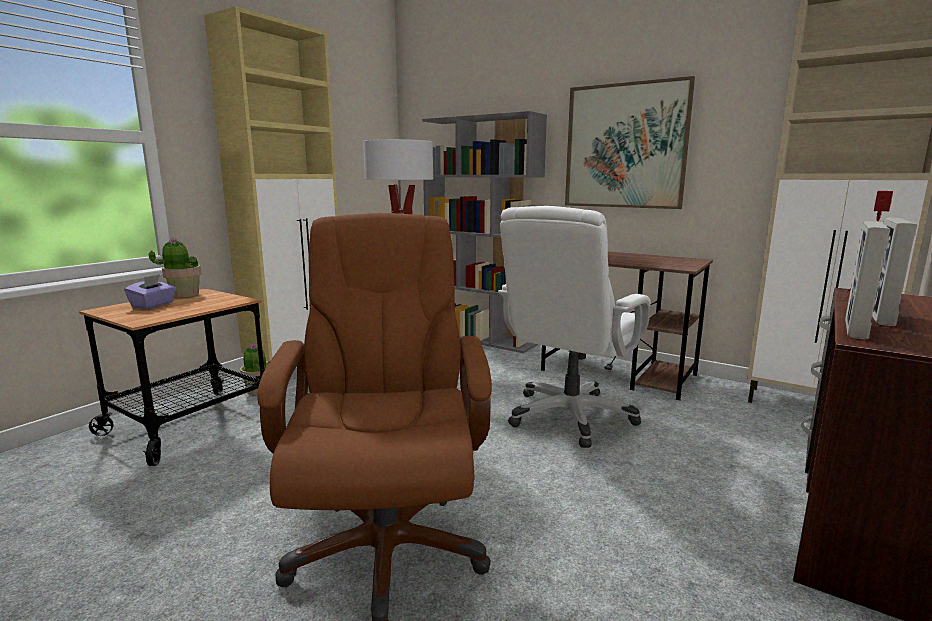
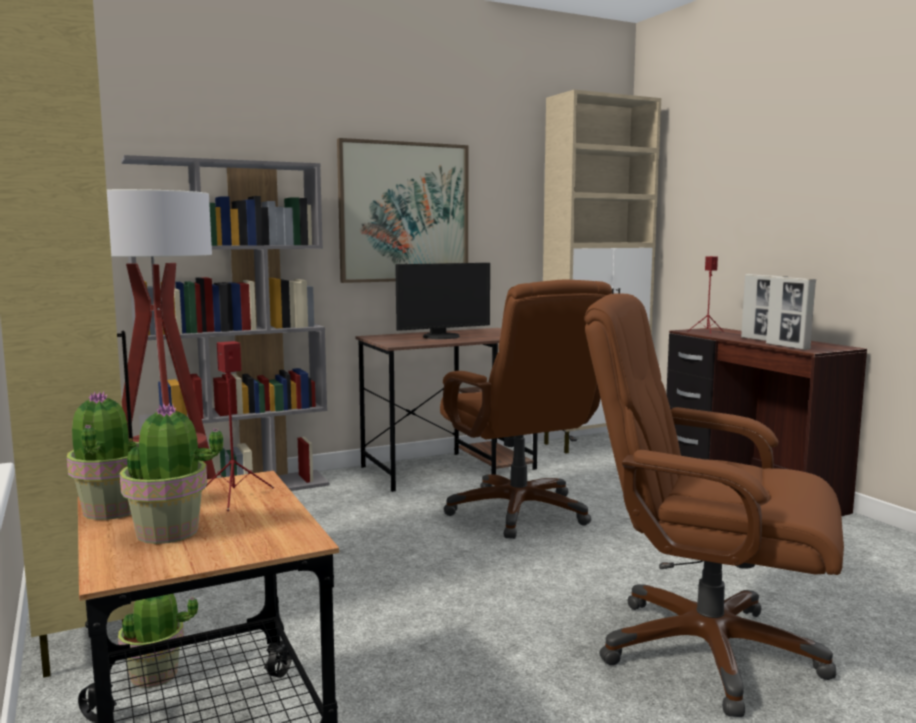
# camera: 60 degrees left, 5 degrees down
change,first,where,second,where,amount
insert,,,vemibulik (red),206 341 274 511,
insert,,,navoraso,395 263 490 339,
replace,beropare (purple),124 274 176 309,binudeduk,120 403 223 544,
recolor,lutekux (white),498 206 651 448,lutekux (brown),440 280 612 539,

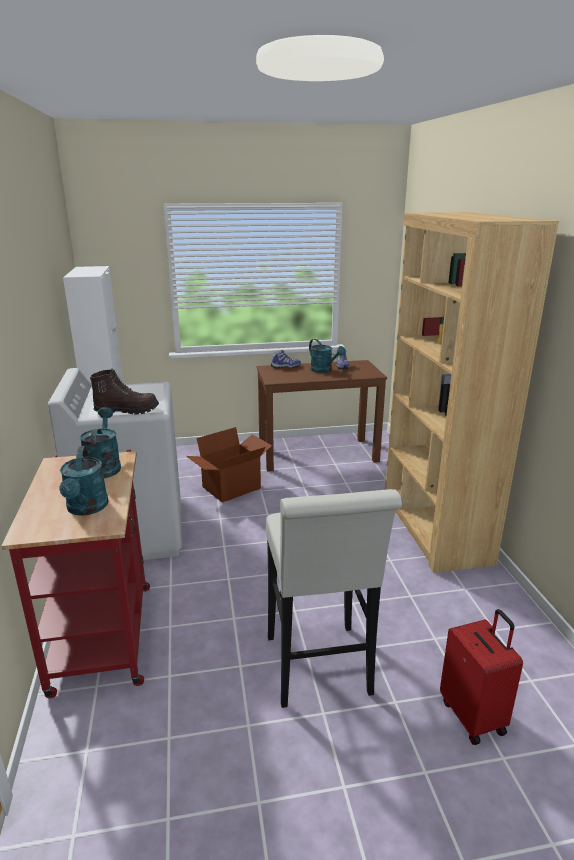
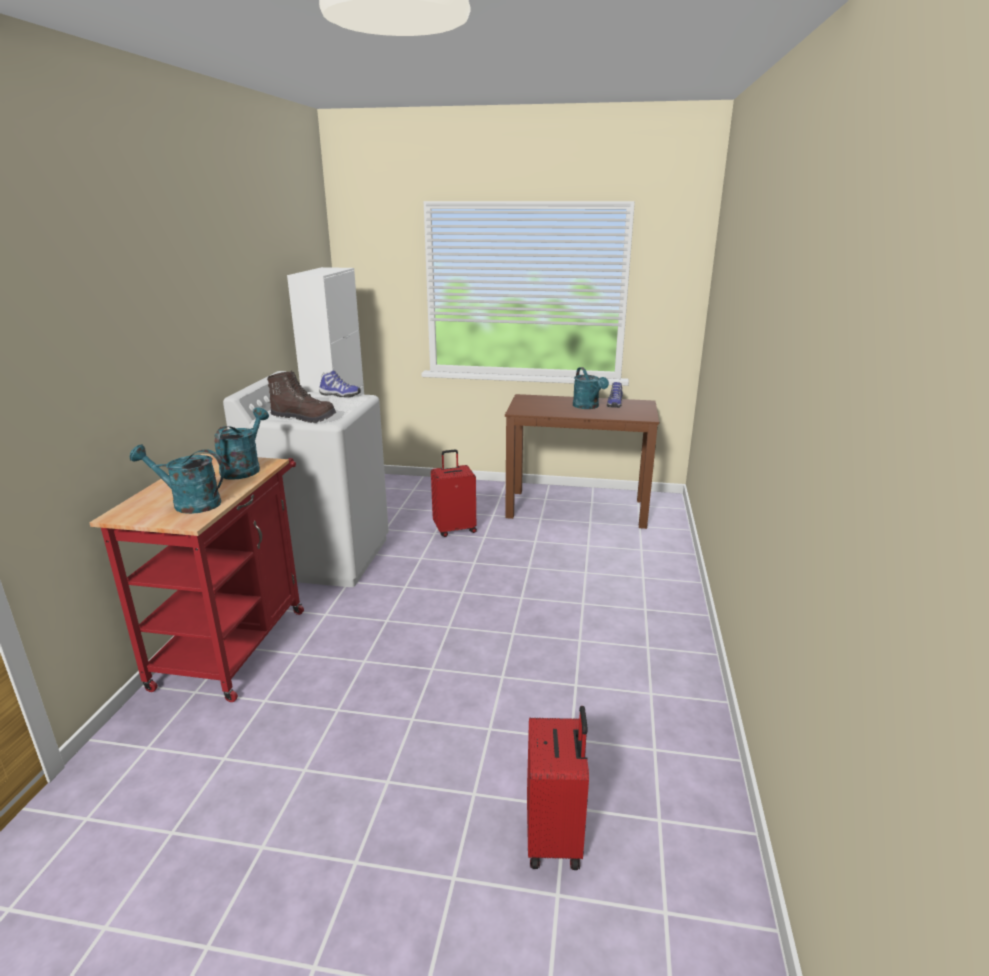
# camera: 20 degrees right, 0 degrees up
change,first,where,second,where,amount
delete,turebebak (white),266 489 402 708,,,
delete,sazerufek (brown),385 212 559 573,,,
move,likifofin,271 350 301 368,,319 370 361 397,
replace,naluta,186 427 272 503,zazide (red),431 450 477 537,
rotate,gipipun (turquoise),59 446 109 516,,130 444 224 514,90 degrees clockwise

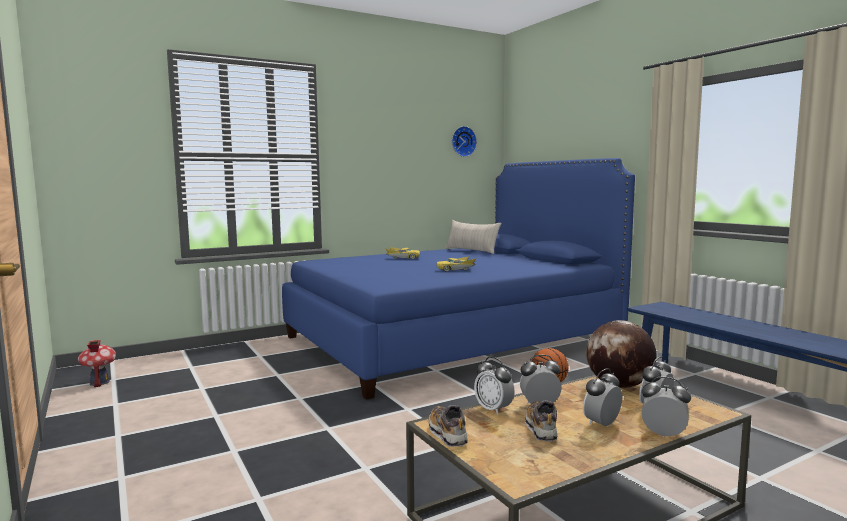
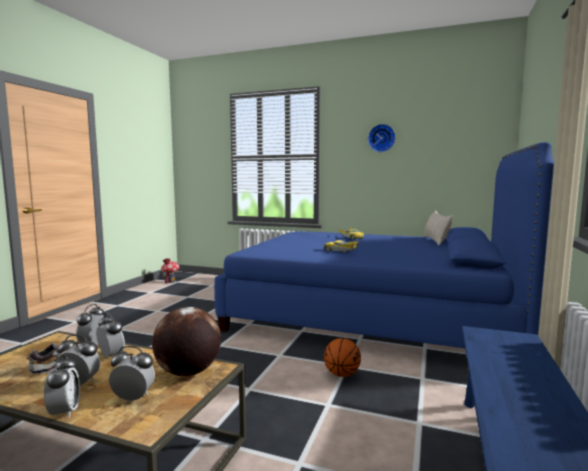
# camera: 50 degrees right, 0 degrees up
change,first,where,second,where,amount
delete,likifofin,429 405 468 447,,,
move,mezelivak,452 126 477 157,,368 124 396 152,

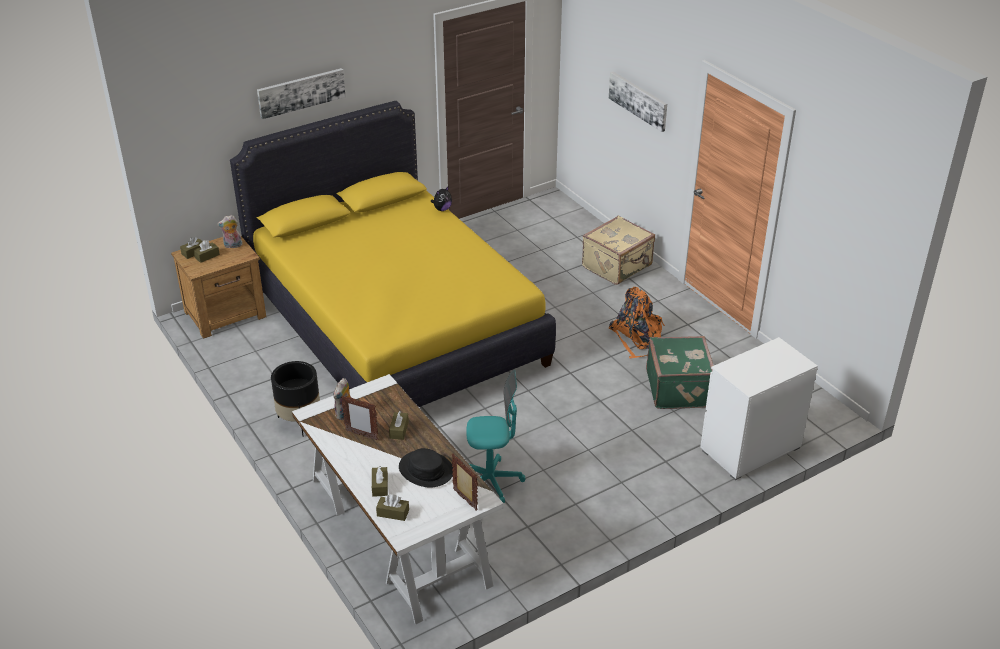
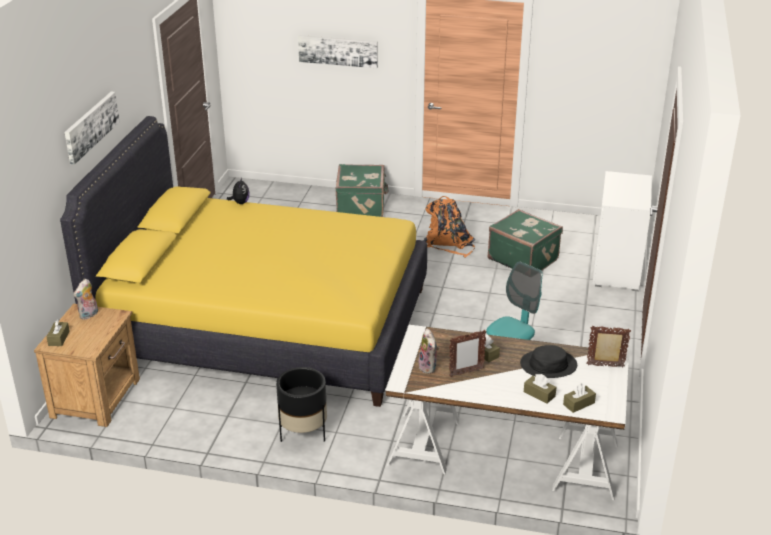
# camera: 45 degrees left, 5 degrees down
change,first,where,second,where,amount
delete,beropare (brown),193 240 220 263,,,
recolor,zazide (beige),582 215 655 285,zazide (green),336 164 388 217,

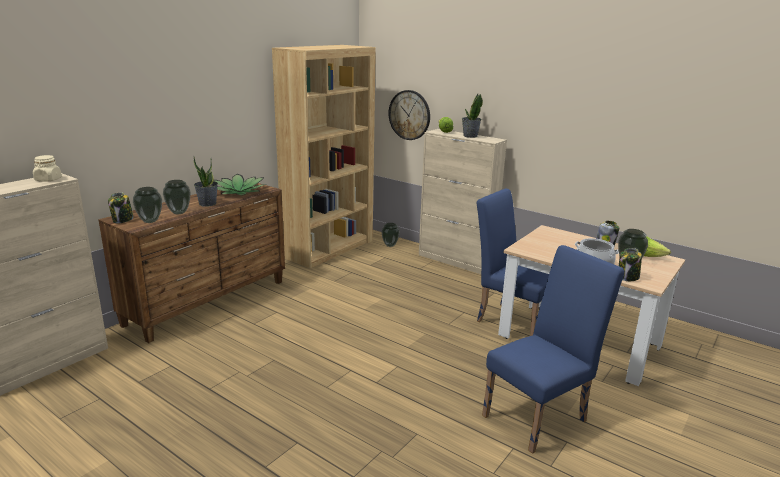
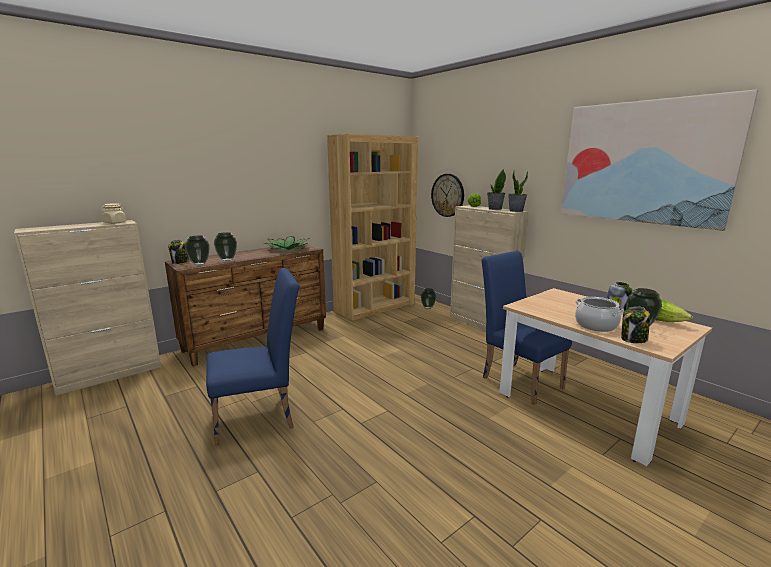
# camera: 15 degrees right, 5 degrees down
change,first,where,second,where,amount
insert,,,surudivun,561 89 758 231,
move,binudeduk,193 156 218 207,,508 170 528 212,
move,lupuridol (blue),482 245 625 454,,206 268 299 445,

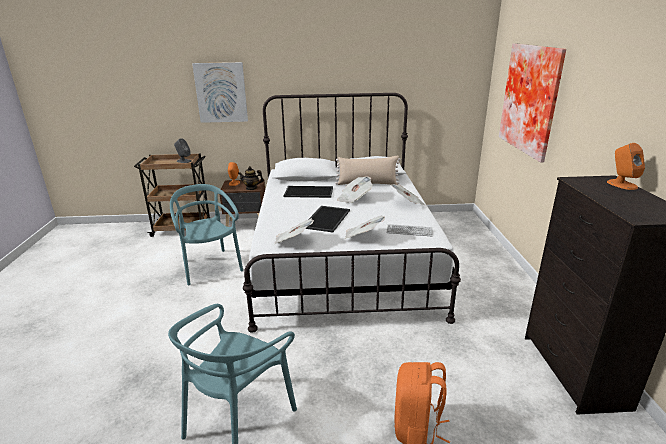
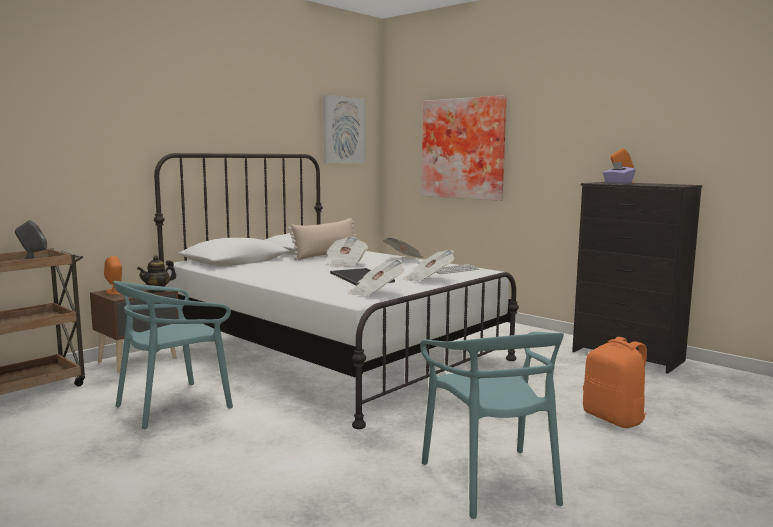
# camera: 45 degrees left, 15 degrees down
change,first,where,second,where,amount
delete,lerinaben,284 186 333 198,,,
insert,,,beropare (purple),603 162 636 184,
move,surudivun,192 62 248 123,,323 95 365 163,
rotate,lupuridol (turquoise),170 184 243 285,,113 281 233 429,60 degrees counterclockwise

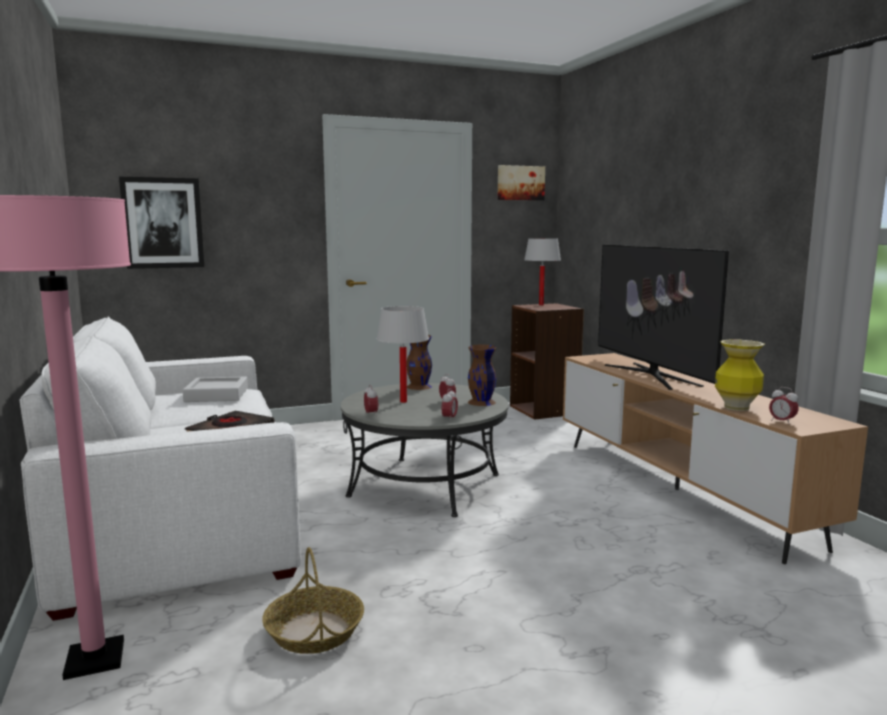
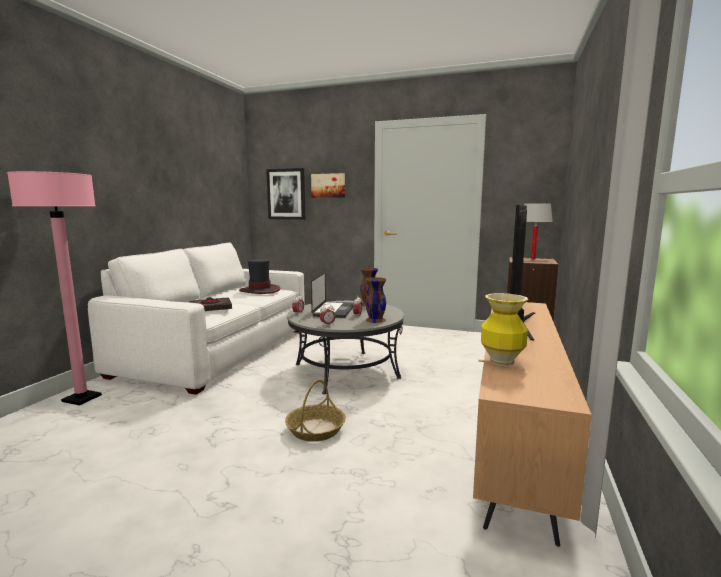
# camera: 40 degrees right, 0 degrees up
change,first,where,second,where,amount
delete,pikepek,769 387 799 425,,,
move,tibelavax,262 547 364 654,,285 379 346 442,
move,surudivun,498 165 545 201,,311 173 345 198,
replace,lerinaben (grey),182 377 248 402,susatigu,239 259 280 294,
replace,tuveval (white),377 306 429 403,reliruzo,311 272 354 318,

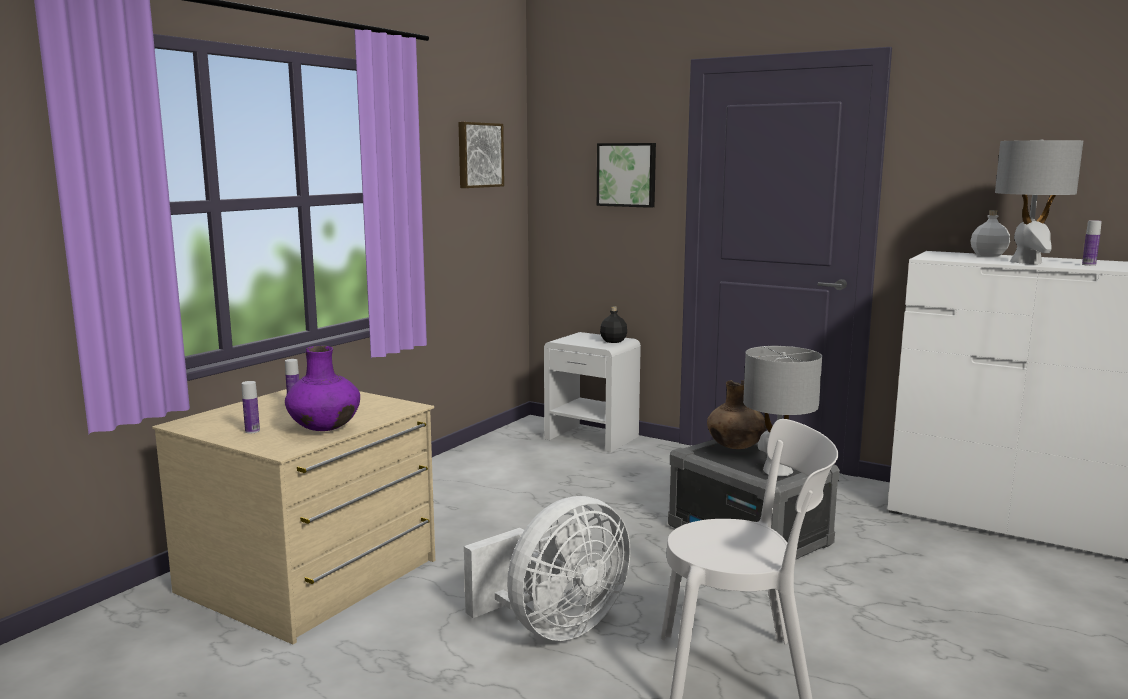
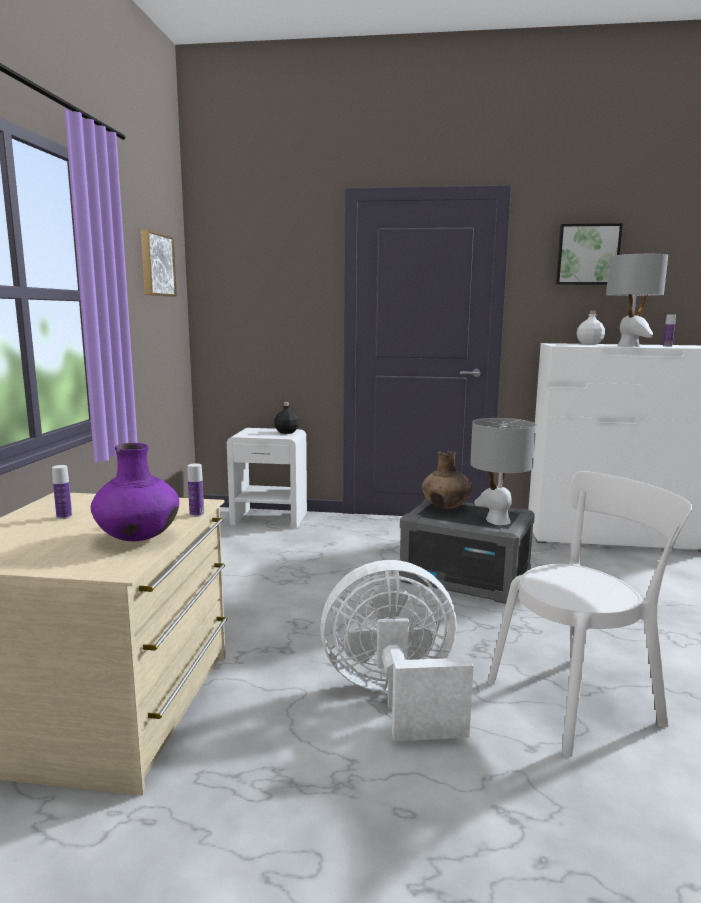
# camera: 25 degrees left, 0 degrees up
change,first,where,second,where,amount
move,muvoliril,241 381 260 433,,187 463 204 517,
move,surudivun,597 143 656 208,,556 223 623 285,
rotate,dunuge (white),464 496 630 641,,320 560 473 741,120 degrees counterclockwise

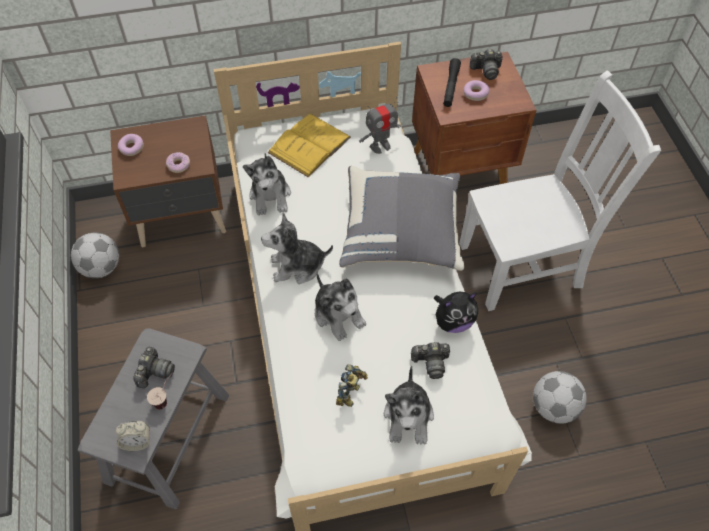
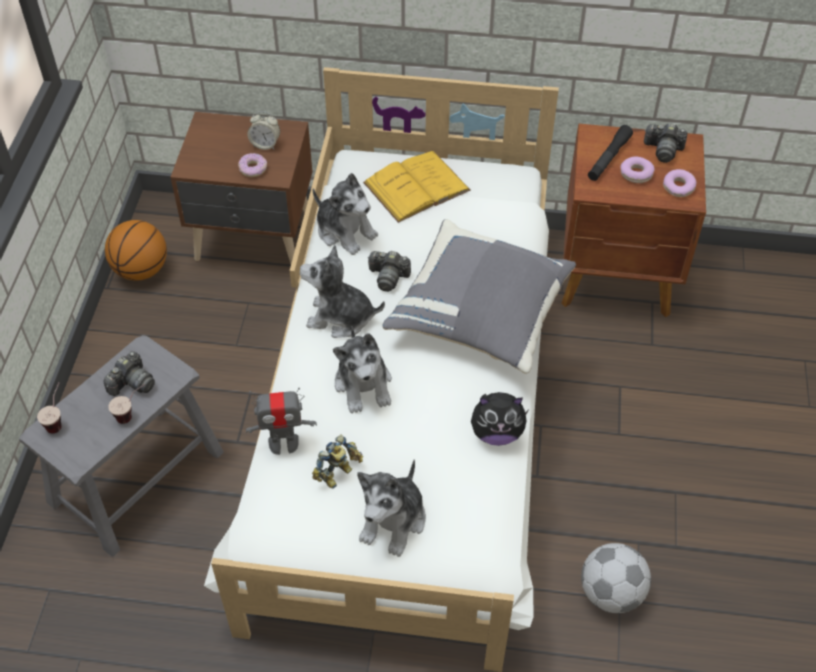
# camera: 20 degrees right, 5 degrees down
change,first,where,second,where,amount
delete,lupuridol (white),459 70 661 311,,,
insert,,,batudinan,37 382 62 434,
move,pikepek,116 421 150 451,,247 111 280 150,
move,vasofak,118 134 144 156,,663 169 697 197,
move,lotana,359 97 401 154,,246 388 317 455,
move,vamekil,411 342 450 379,,367 251 411 292,
replace,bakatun,71 233 119 278,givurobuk,105 220 167 281,
rotate,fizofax,243 153 291 215,,313 173 378 255,60 degrees counterclockwise

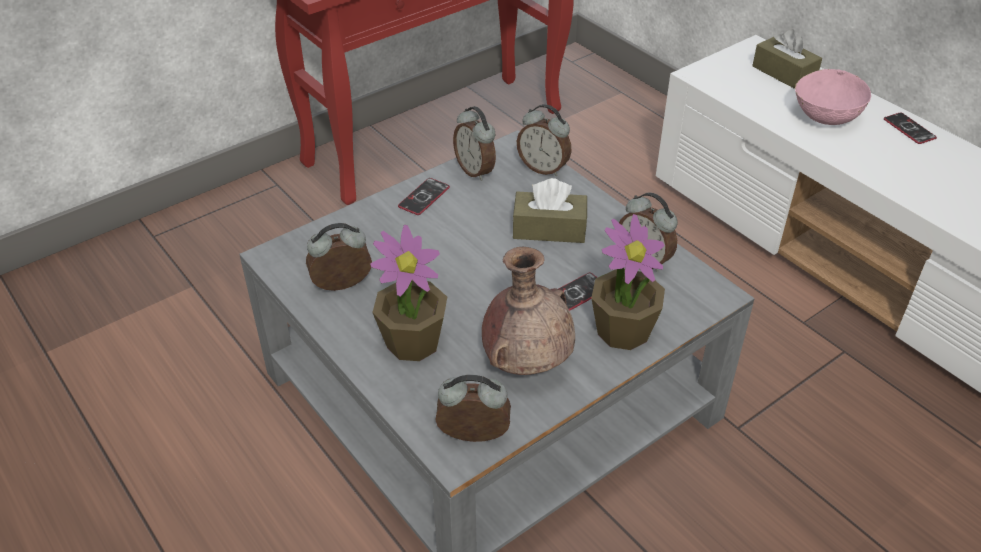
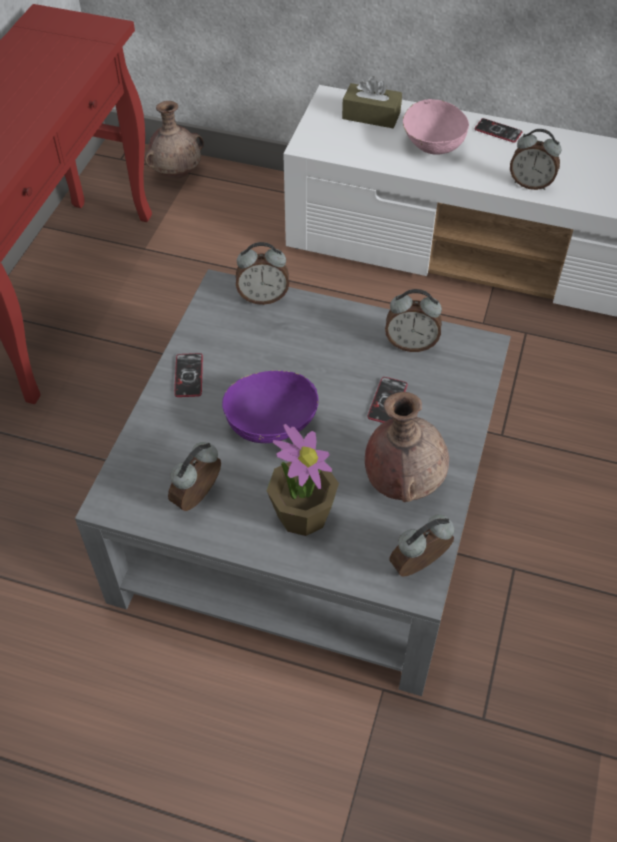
# camera: 35 degrees left, 10 degrees up
change,first,where,second,where,amount
delete,beropare (brown),513 178 587 243,,,
delete,binudeduk,591 214 665 350,,,
insert,,,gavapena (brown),144 101 204 178,
insert,,,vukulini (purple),222 370 319 443,
move,pikepek,453 106 496 181,,510 129 561 190,

